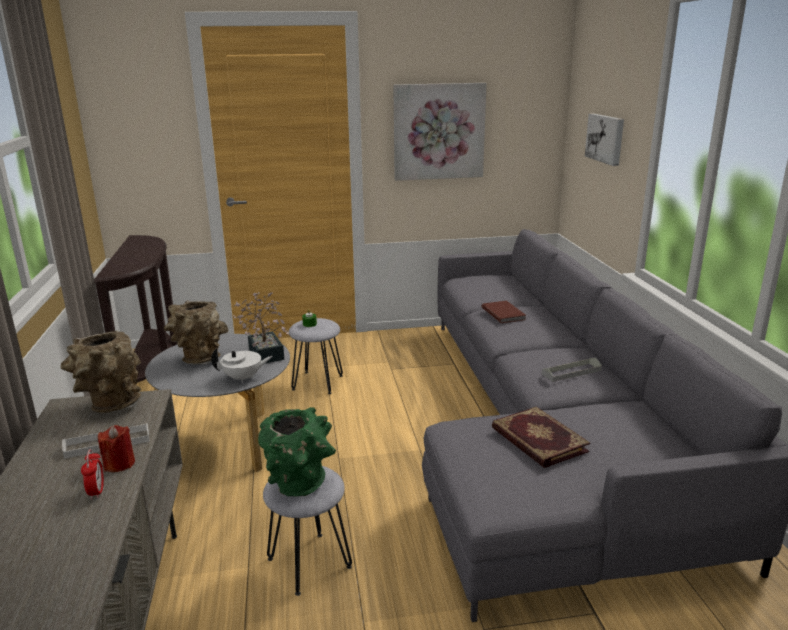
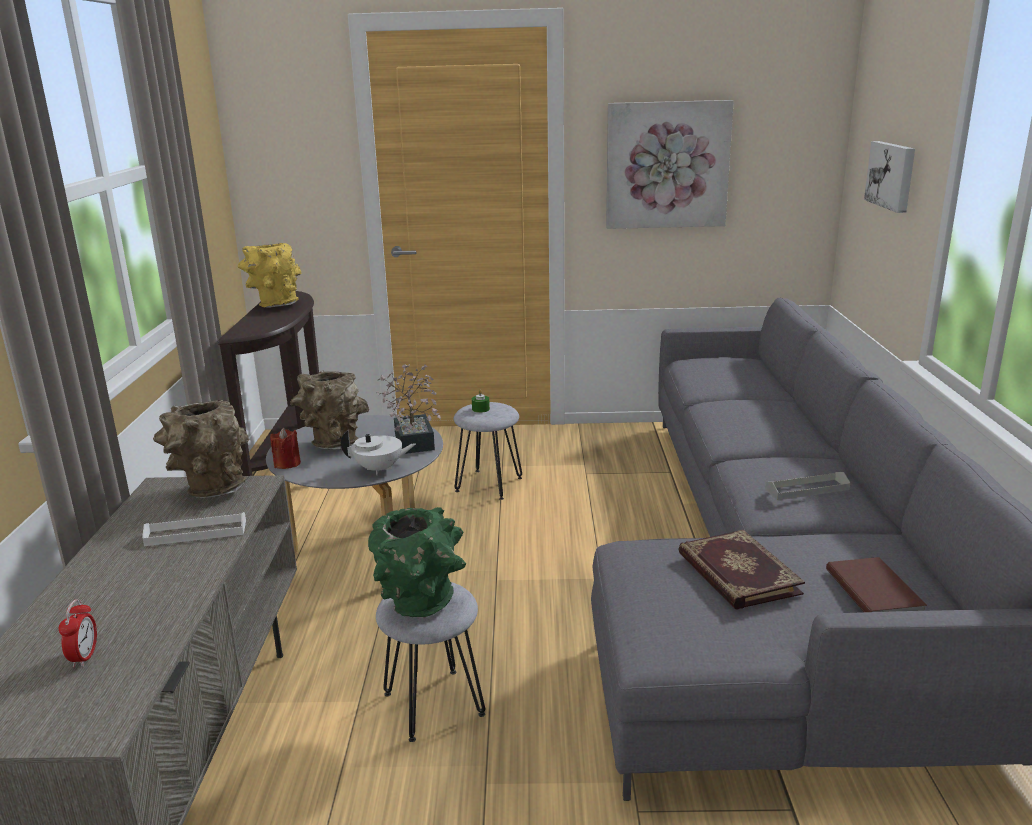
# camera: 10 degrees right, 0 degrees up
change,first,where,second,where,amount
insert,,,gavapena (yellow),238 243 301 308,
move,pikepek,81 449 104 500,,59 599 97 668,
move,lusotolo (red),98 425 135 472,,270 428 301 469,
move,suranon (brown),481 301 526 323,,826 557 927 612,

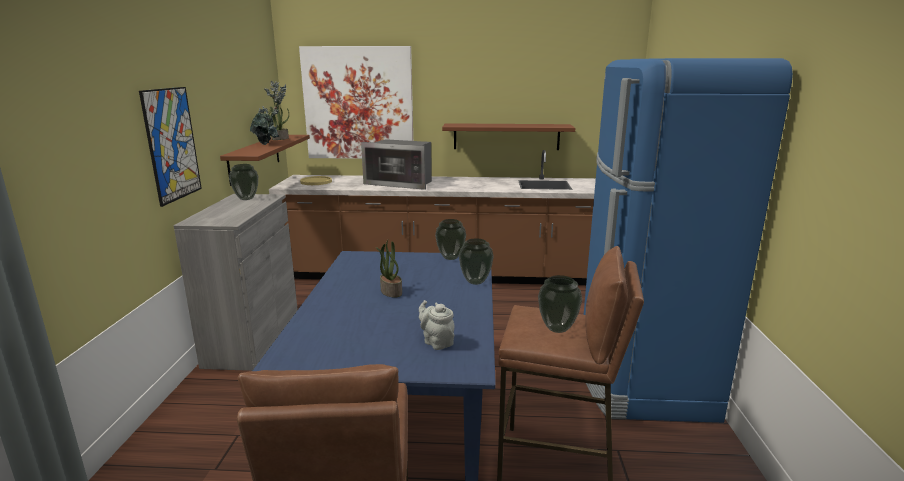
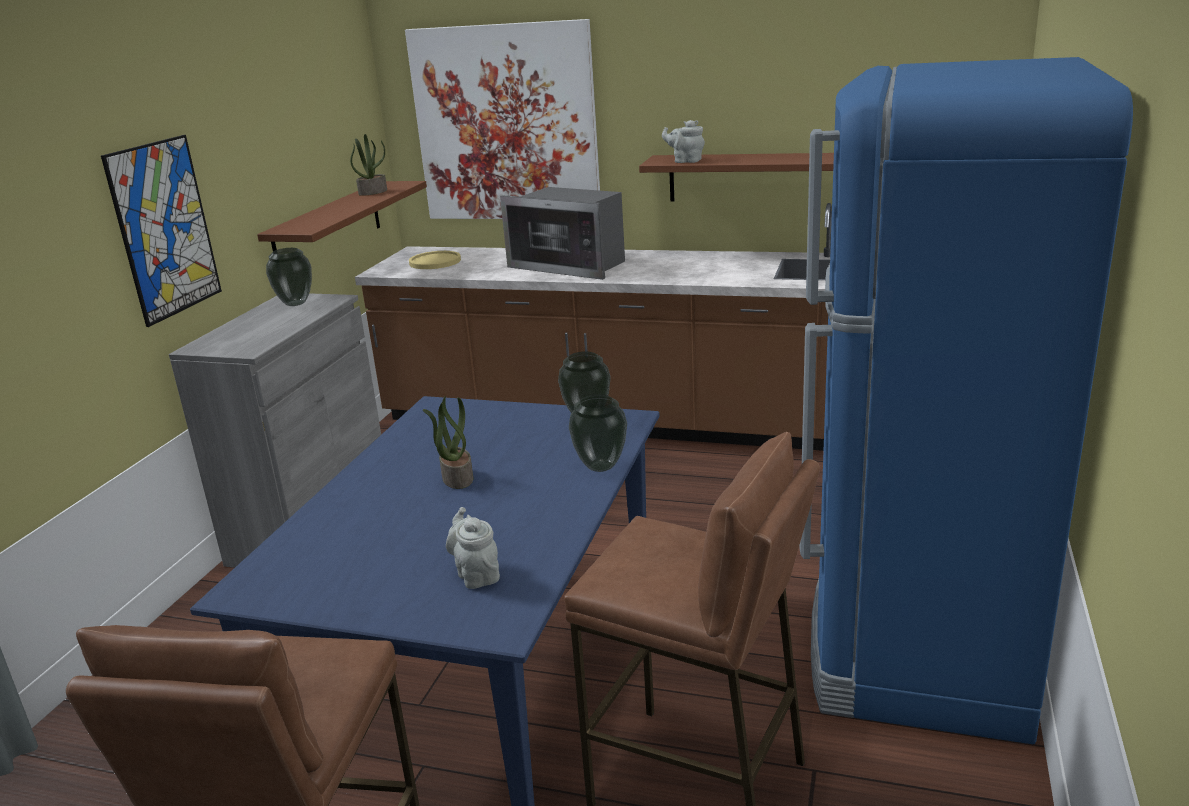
# camera: 15 degrees right, 5 degrees up
change,first,where,second,where,amount
delete,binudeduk,250 81 286 145,,,
delete,gavapena,538 275 582 333,,,
insert,,,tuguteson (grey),662 120 705 163,

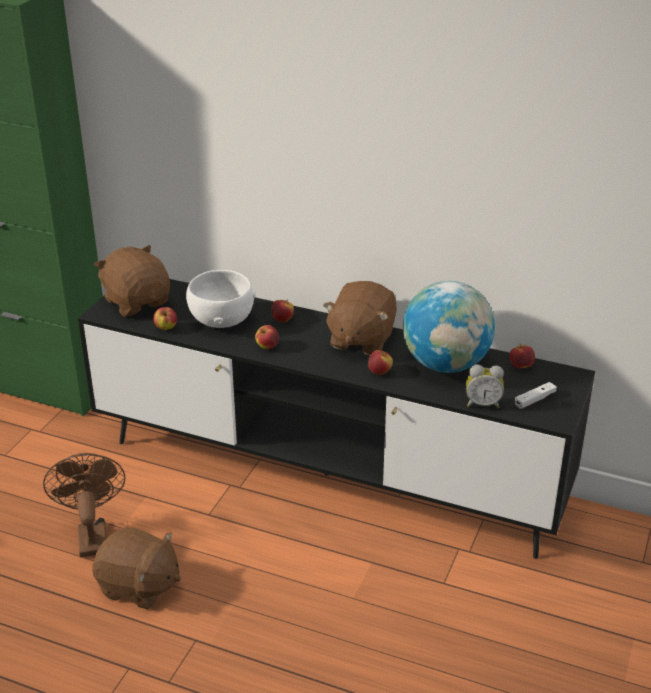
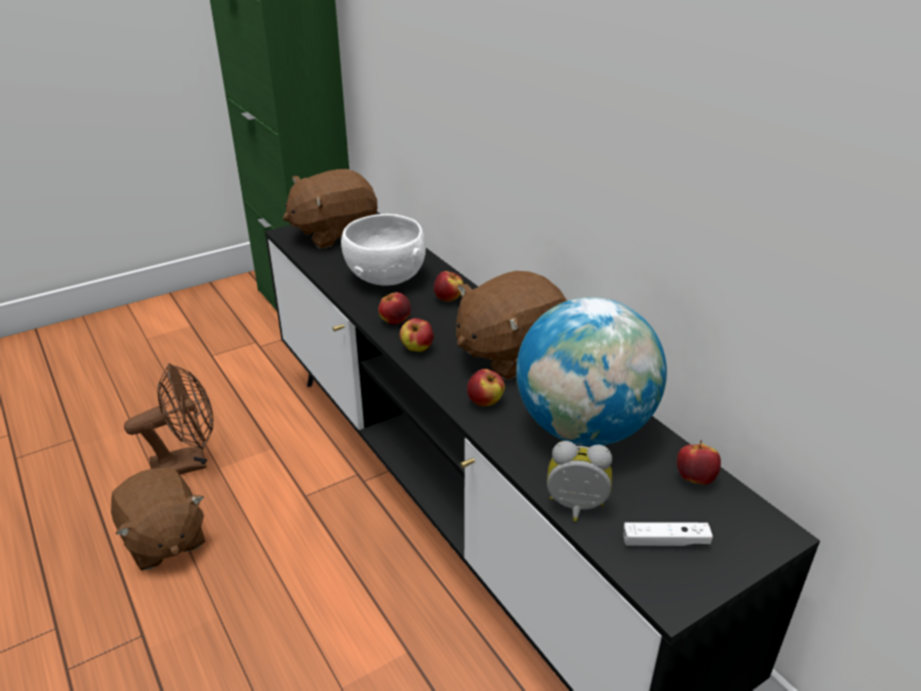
# camera: 35 degrees right, 0 degrees up
change,first,where,second,where,amount
move,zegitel,153 307 177 330,,400 318 434 352,
rotate,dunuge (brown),43 453 125 557,,124 364 214 474,45 degrees clockwise
rotate,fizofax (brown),94 245 170 317,,283 169 377 249,120 degrees counterclockwise
rotate,pikepek,466 364 504 408,,547 441 612 522,150 degrees clockwise

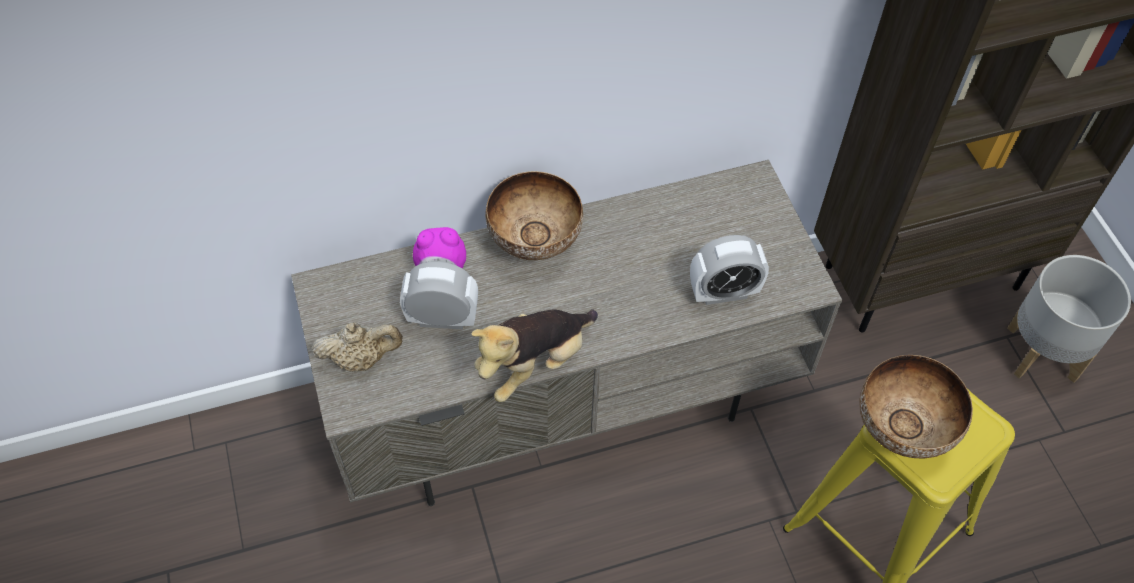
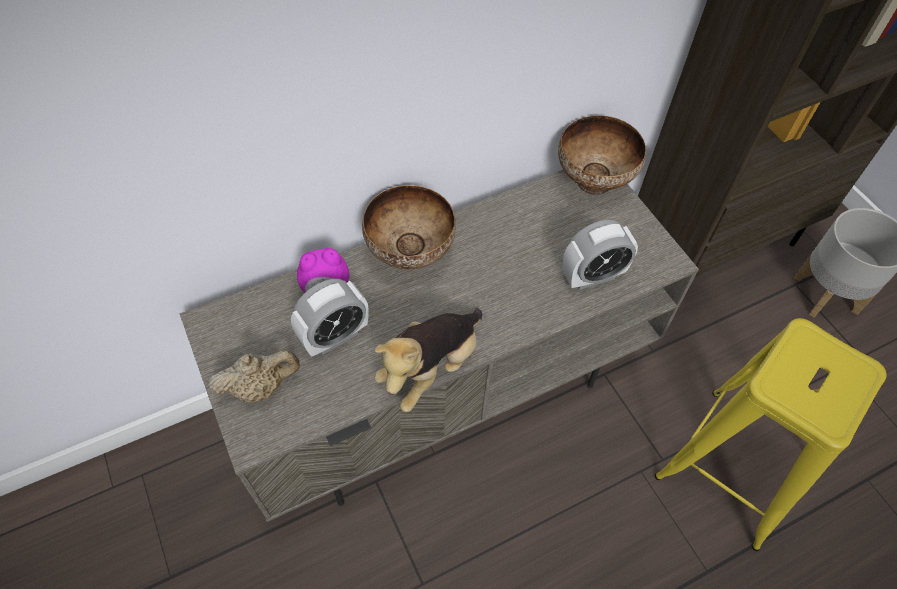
# camera: 10 degrees left, 0 degrees up
change,first,where,second,where,amount
move,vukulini,859 355 973 459,,558 115 646 195,
rotate,pikepek,400 261 478 330,,291 279 369 357,150 degrees clockwise

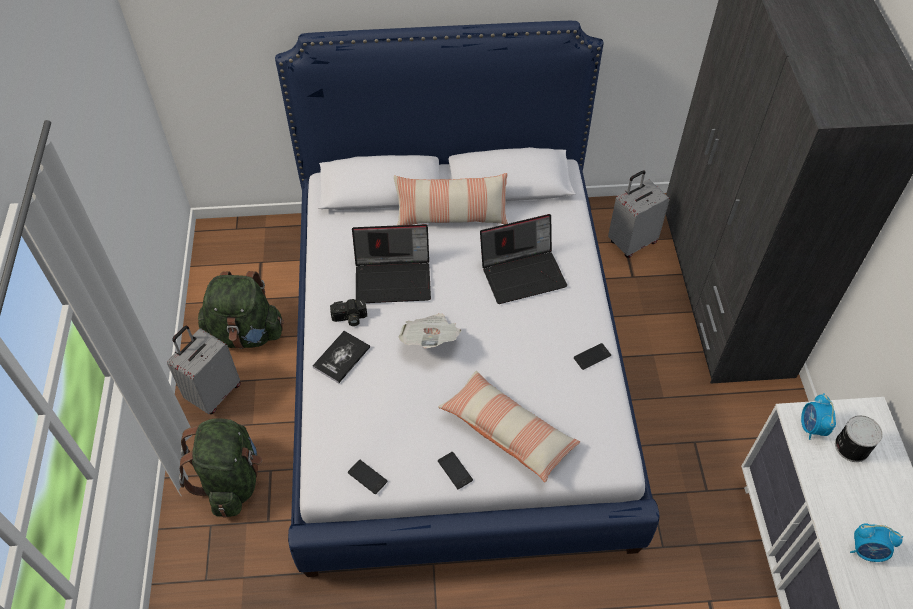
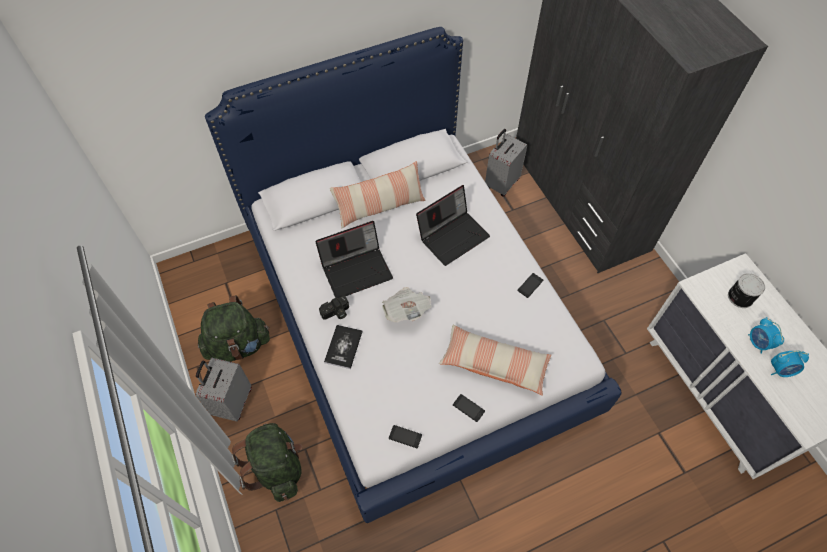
# camera: 20 degrees left, 5 degrees up
change,first,where,second,where,amount
move,pikepek,801 393 836 440,,748 317 784 354,

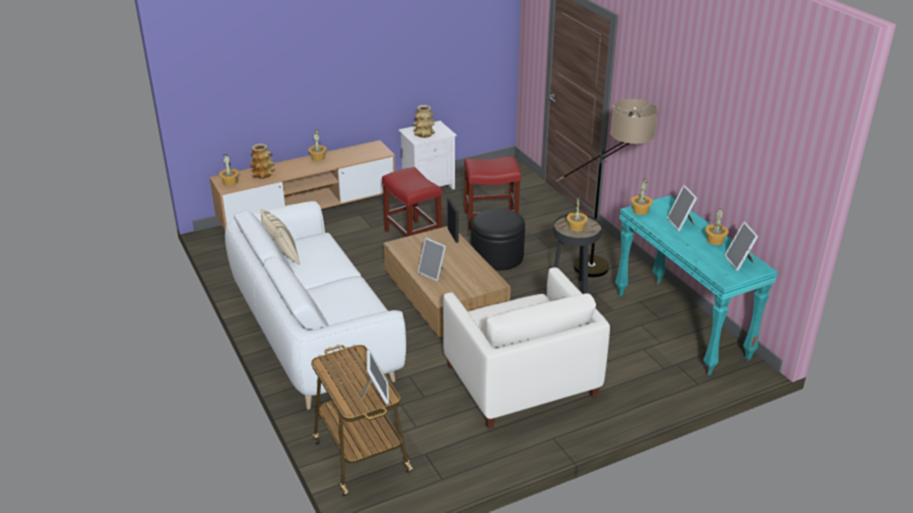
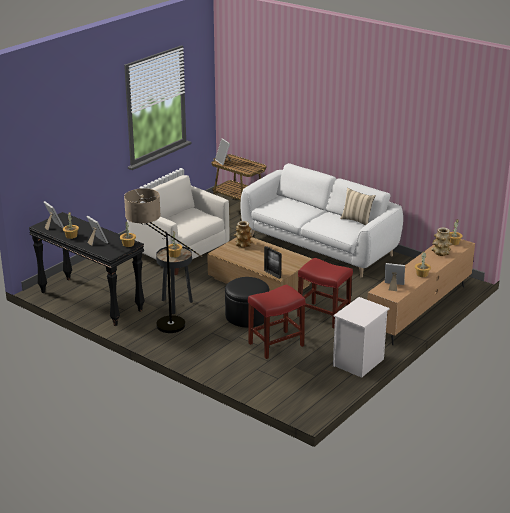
# camera: 155 degrees right, 5 degrees down
change,first,where,second,where,amount
move,gavapena,413 105 435 138,,234 221 253 248,
move,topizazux,418 238 446 281,,385 263 405 291,
recolor,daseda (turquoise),615 195 778 376,daseda (black),29 212 145 326,

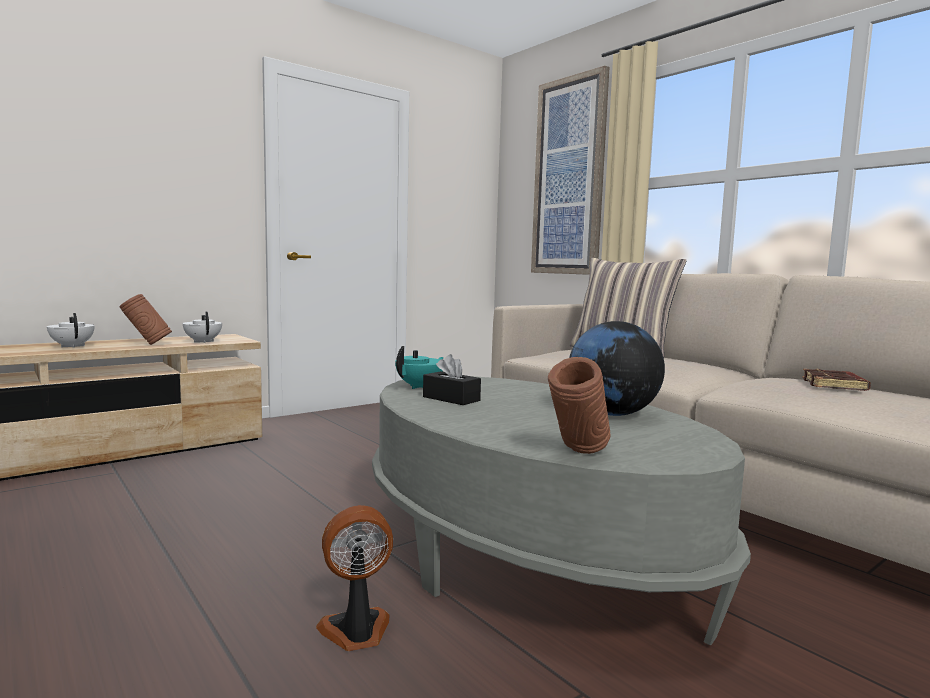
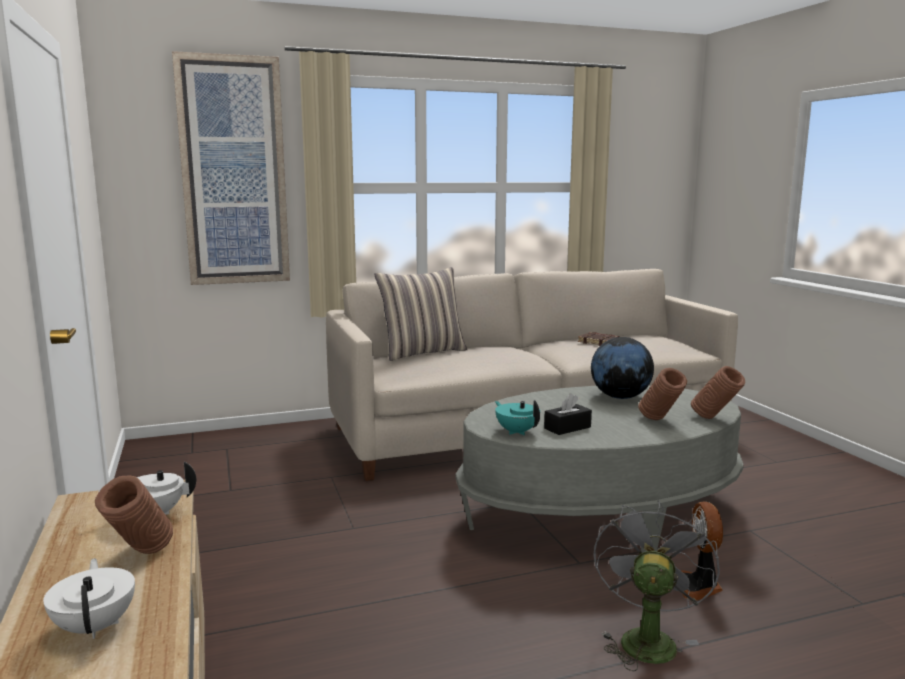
# camera: 70 degrees left, 5 degrees up
change,first,where,second,where,amount
insert,,,dunuge (grey),594 500 720 671,
insert,,,gavapena (brown),638 368 687 420,
rotate,tuguteson (white),47 313 95 348,,43 558 135 639,90 degrees clockwise

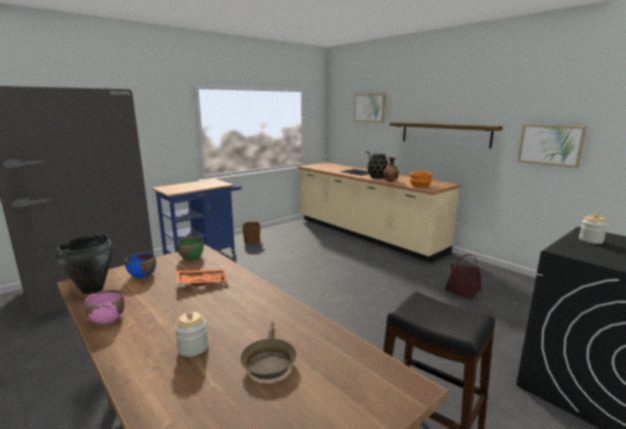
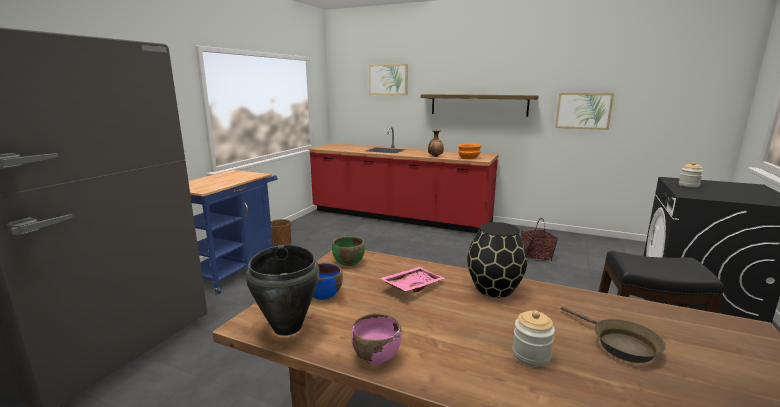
# camera: 25 degrees left, 0 degrees up
change,first,where,second,where,amount
move,gavapena (black),367 153 388 179,,467 222 527 298,
recolor,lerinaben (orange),176 269 228 287,lerinaben (pink),380 267 445 292,
recolor,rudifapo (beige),297 151 461 263,rudifapo (red),307 127 499 233,

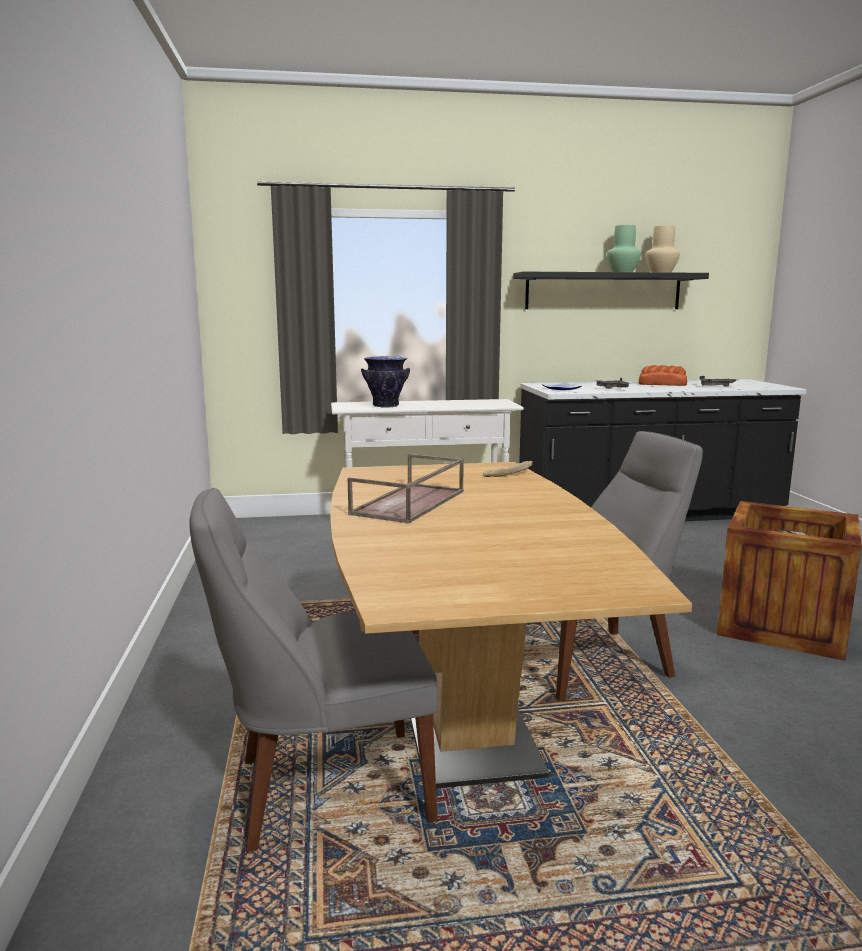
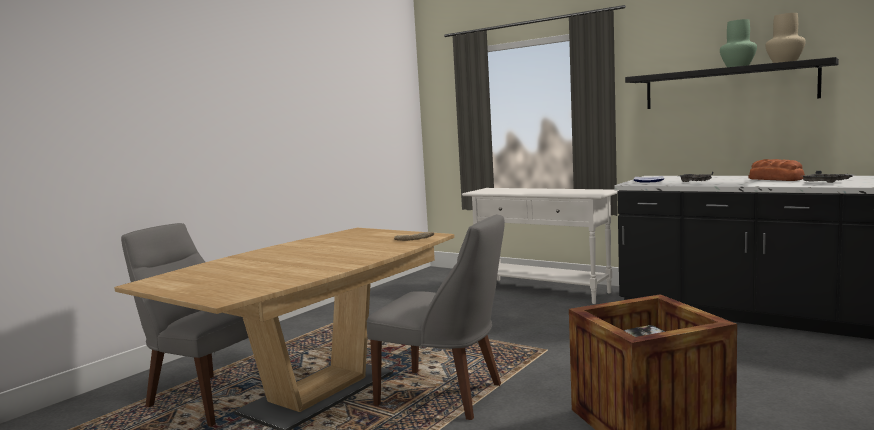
# camera: 45 degrees right, 5 degrees down
change,first,where,second,where,amount
delete,lerinaben (brown),348 454 464 524,,,
delete,gavapena,361 356 410 408,,,

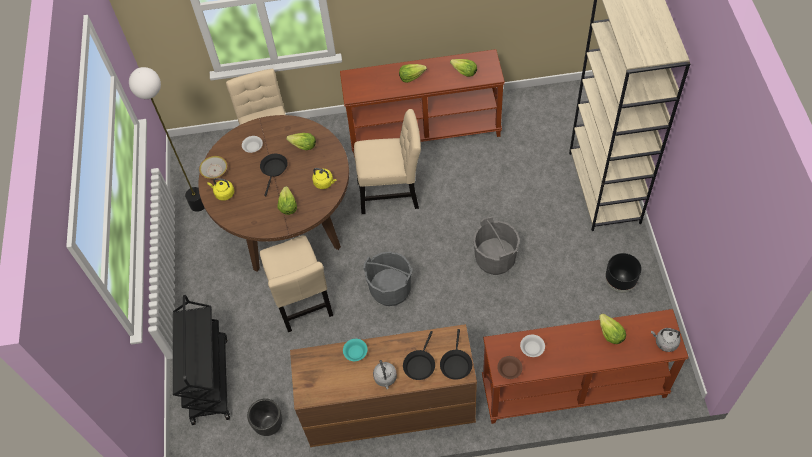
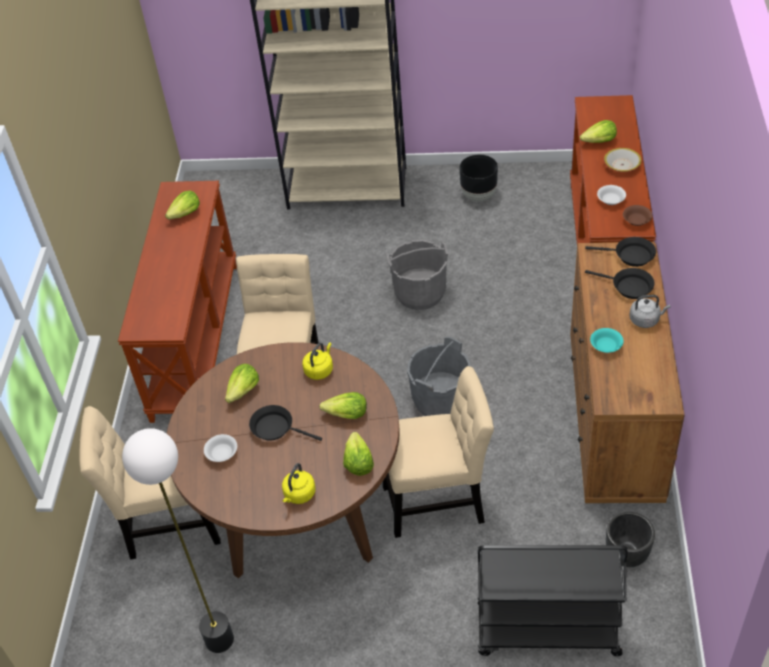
# camera: 80 degrees left, 10 degrees down
change,first,where,second,where,amount
delete,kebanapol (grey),651 328 681 352,,,
move,vukulini,199 156 228 179,,604 148 642 172,
move,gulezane,399 64 427 83,,343 432 374 476,

